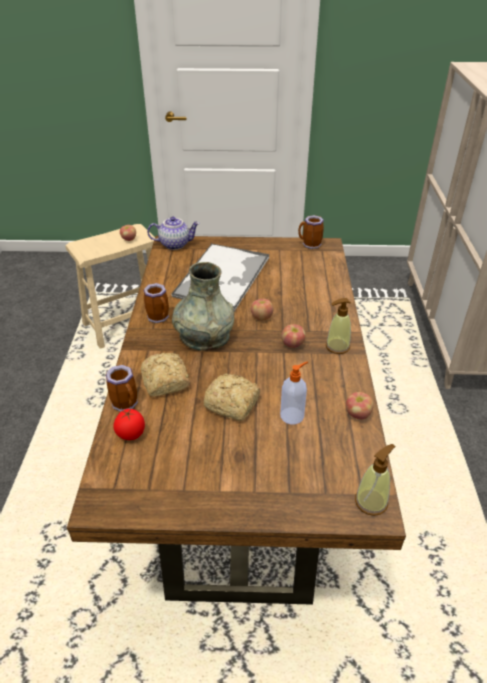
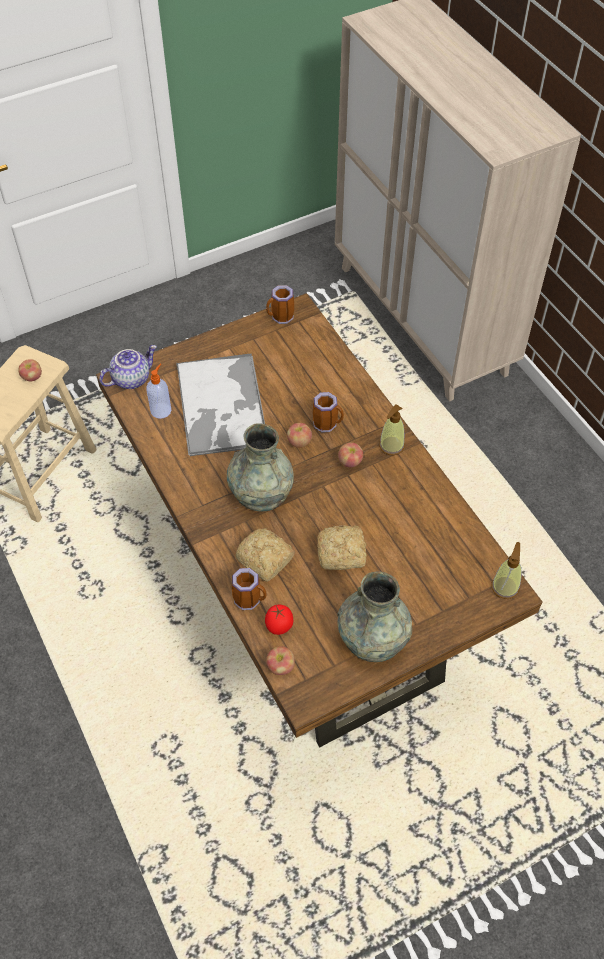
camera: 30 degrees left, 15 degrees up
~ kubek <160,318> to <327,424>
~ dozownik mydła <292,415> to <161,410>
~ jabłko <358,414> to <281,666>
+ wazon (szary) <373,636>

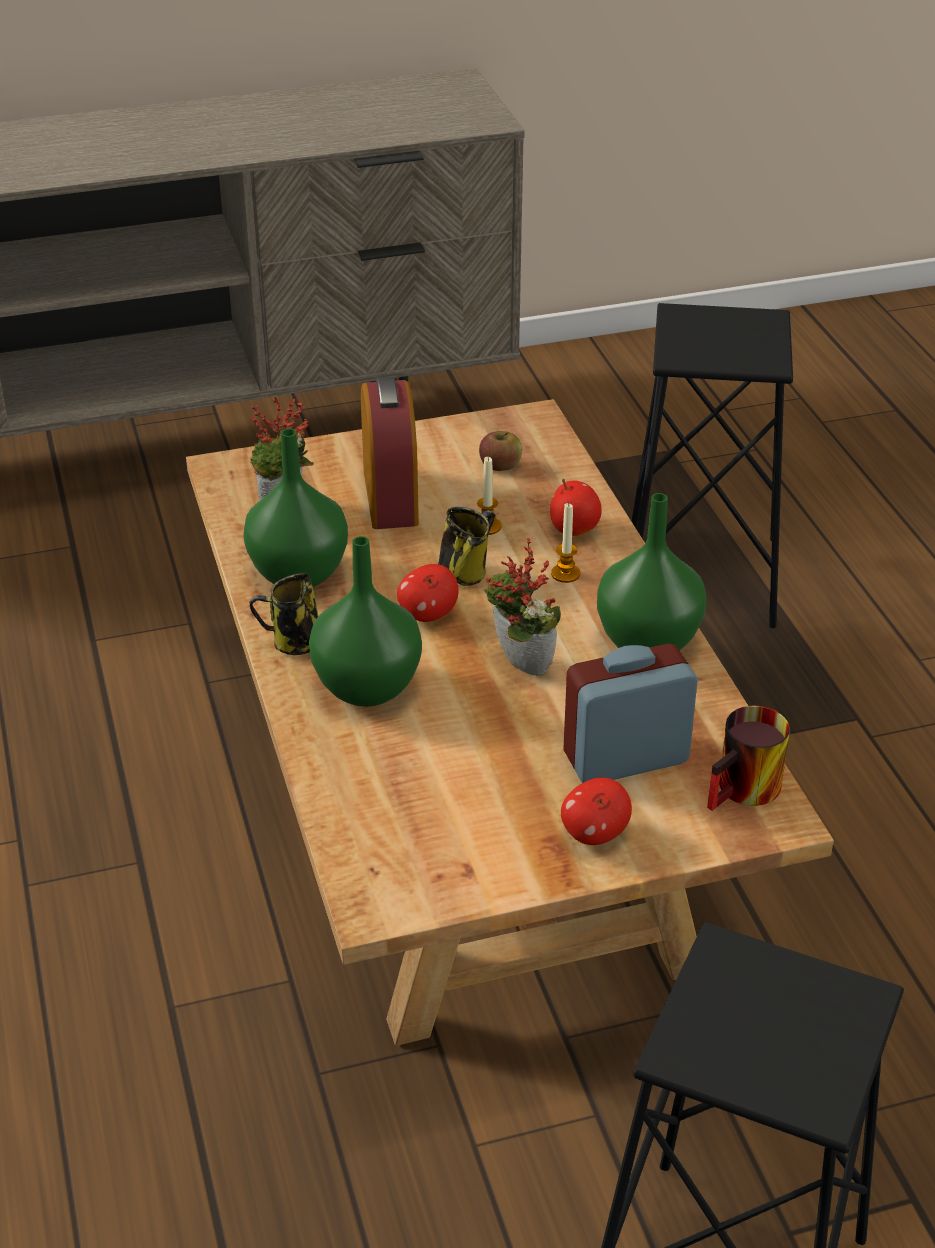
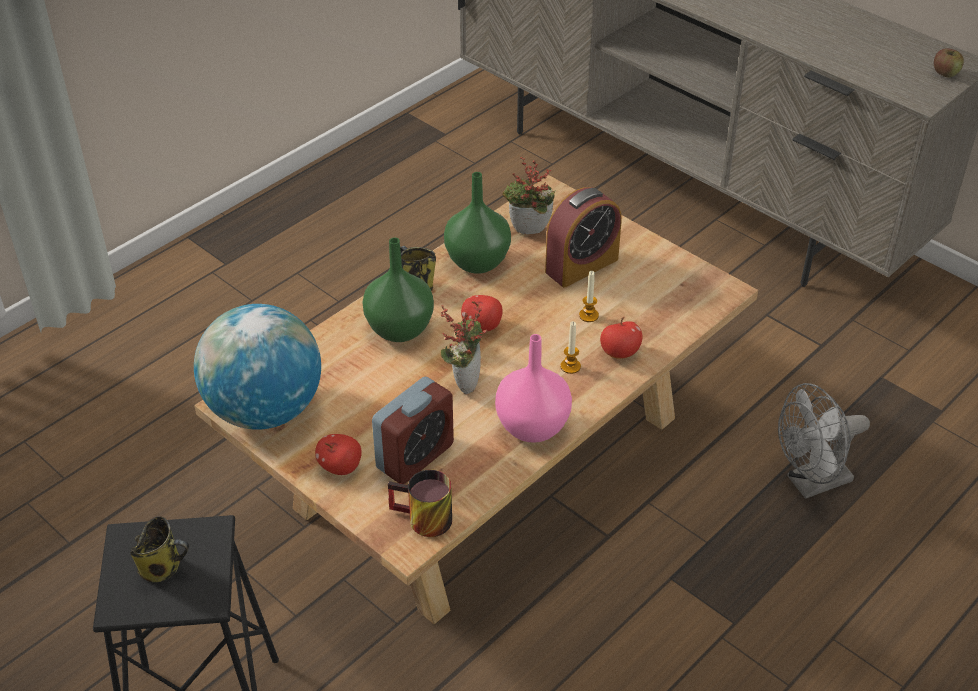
camera: 60 degrees right, 5 degrees up
~ stołek (czarny) <702,577> to wentylator (szary) <811,483>
~ jabłko <500,465> to <945,73>
~ wazon (zielony) <650,642> to wazon (różowy) <533,428>
~ kubek <466,571> to <163,567>
~ budzik <625,758> = <415,457> 90 degrees clockwise
+ globus <264,410>

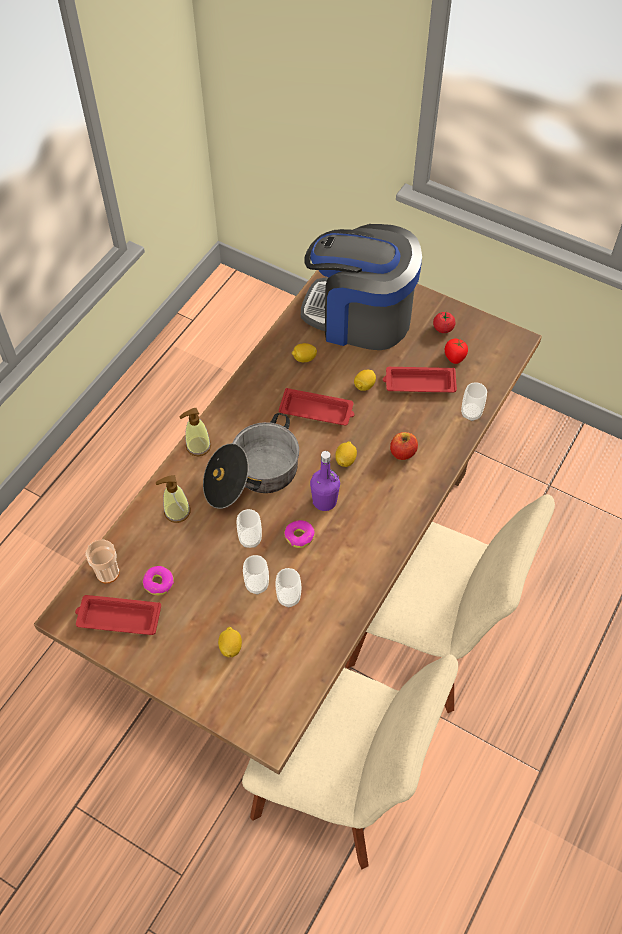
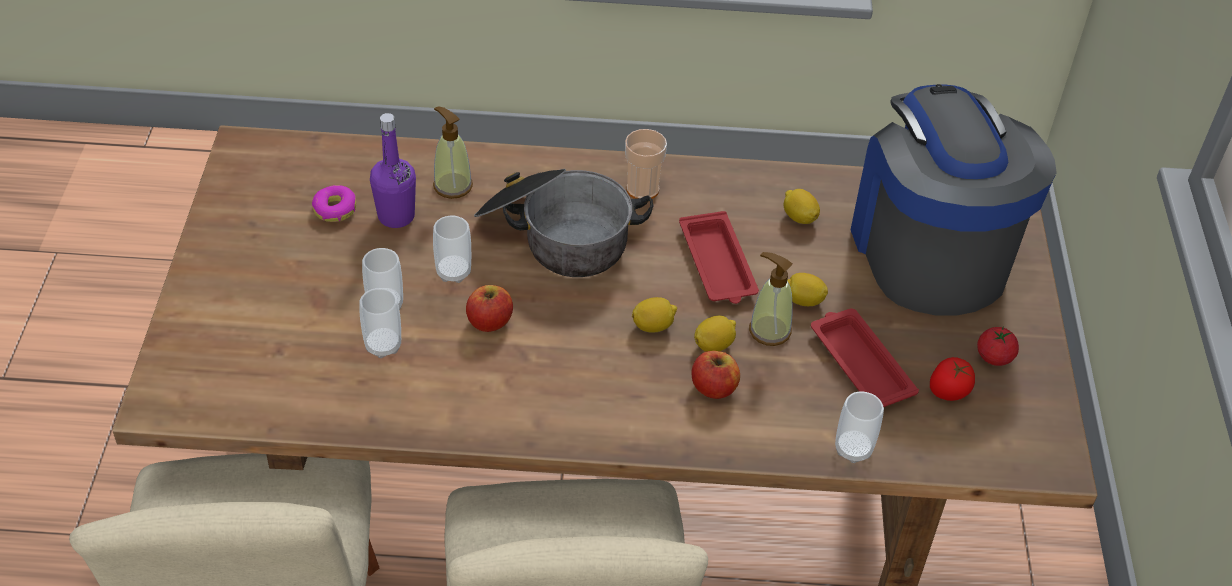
camera: 60 degrees right, 10 degrees down
~ dozownik mydła <198,446> to <769,330>
~ butelka (fioletowy) <324,501> to <396,216>
~ donut <299,536> to jabłko <489,321>
~ filiżanka <108,573> to <642,189>
- taca (czerwony) <118,617>
~ cytryna <230,647> to <714,345>

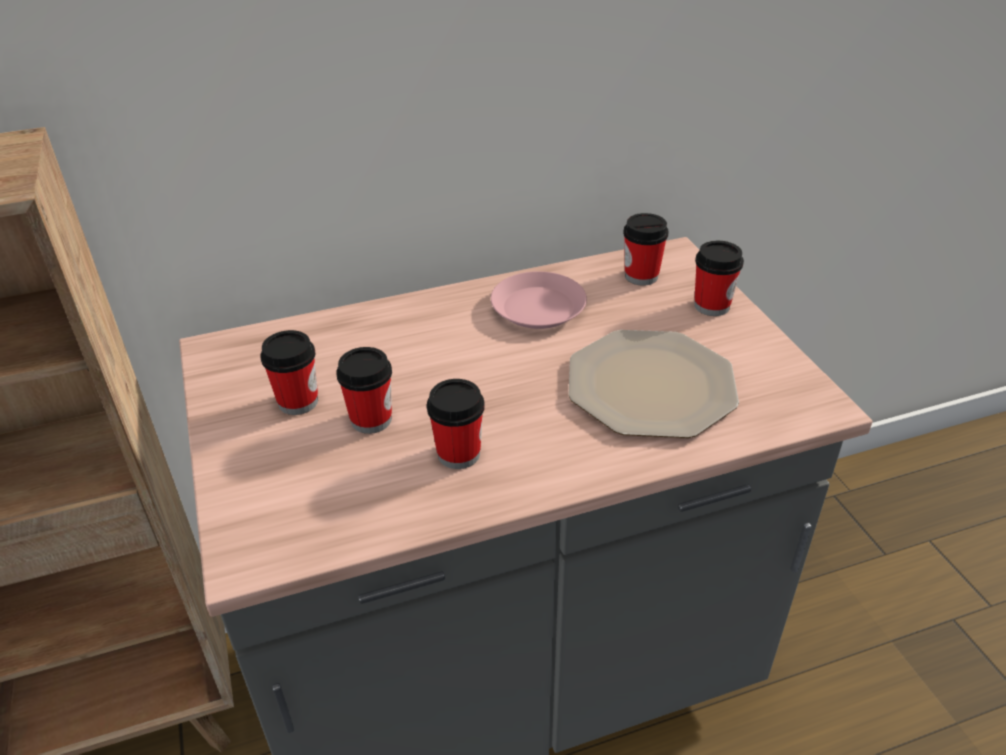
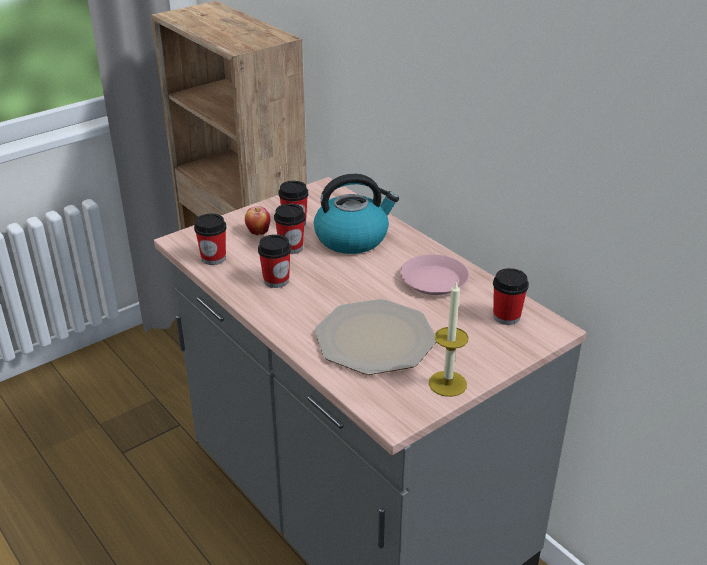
camera: 70 degrees right, 5 degrees down
~ filiżanka <711,306> to <213,258>
+ czajnik <352,238>
+ jabłko <258,232>
+ świeca <447,383>

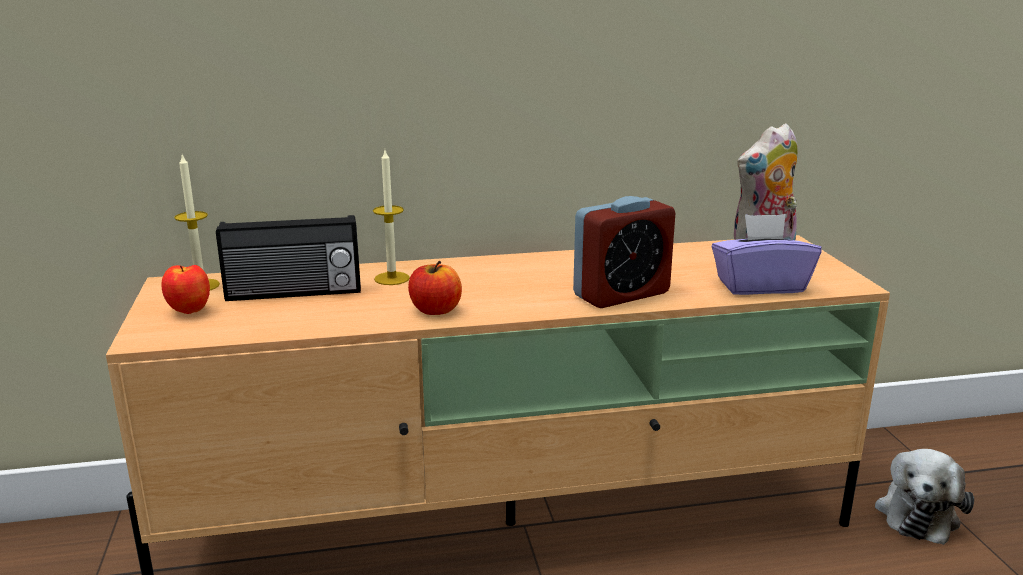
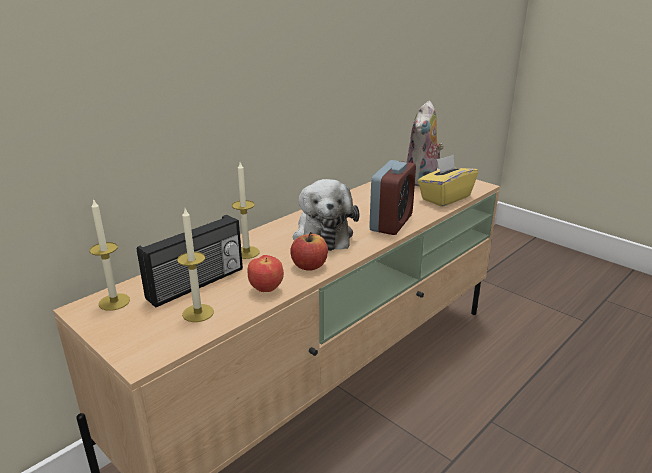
camera: 35 degrees left, 5 degrees up
~ pudełko chusteczek (fioletowy) <760,286> to pudełko chusteczek (żółty) <445,198>
~ jabłko <190,311> to <266,289>
~ pluszak <917,513> to <323,234>
+ świeca <198,313>

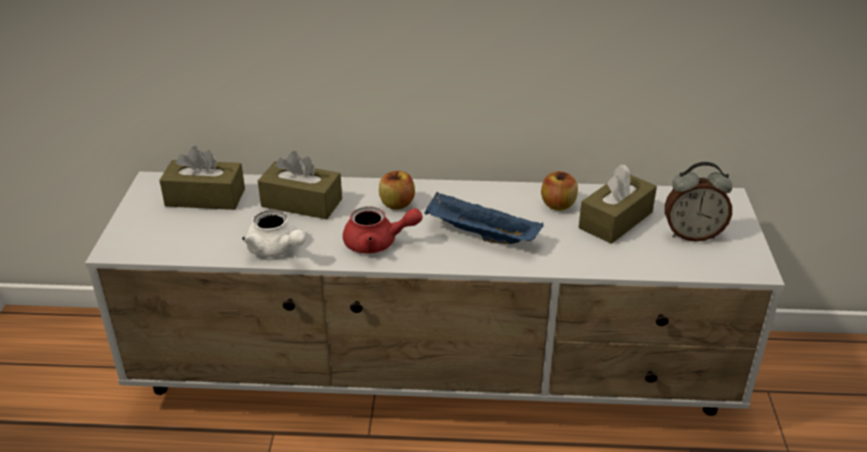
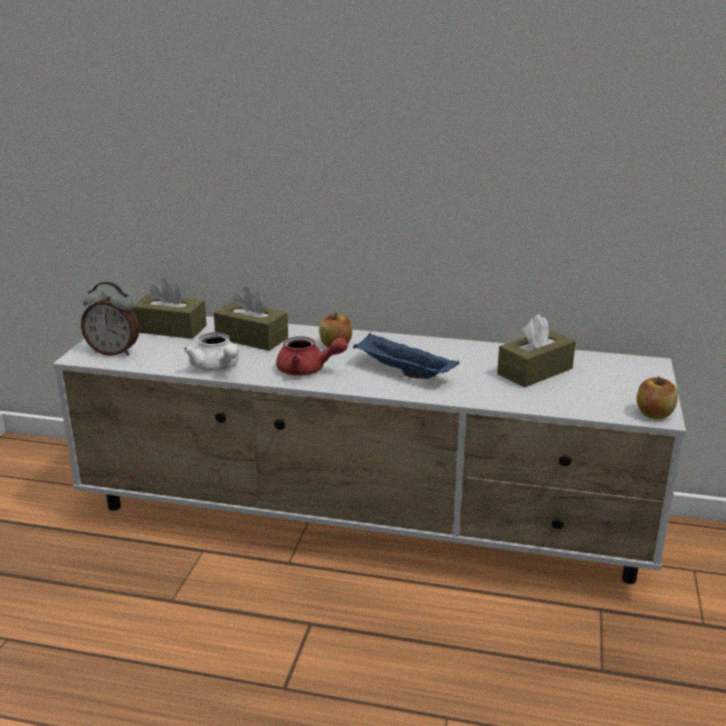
camera: 10 degrees right, 10 degrees down
~ budzik <692,234> to <114,352>
~ jabłko <558,205> to <654,414>

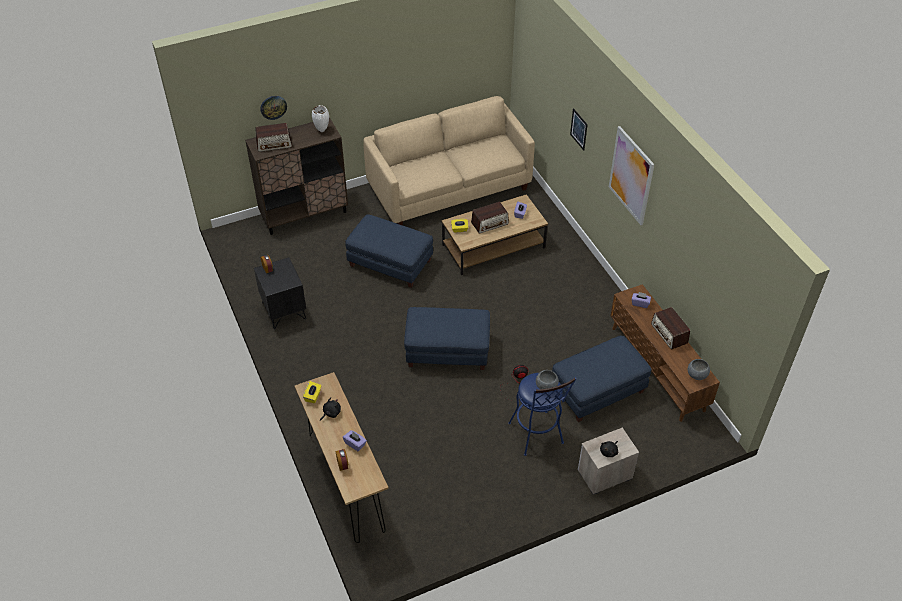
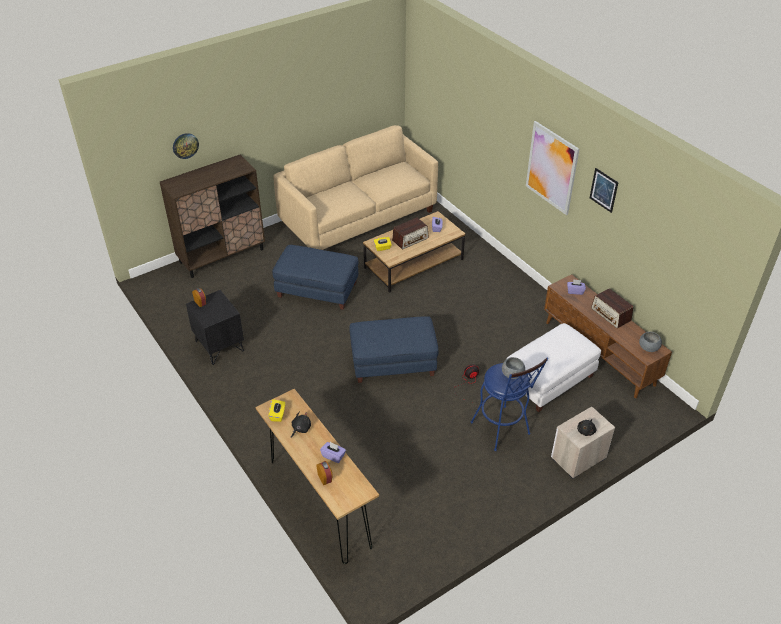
camera: 10 degrees left, 5 degrees down
- wazon (biały) <322,131>
~ obraz <579,129> to <603,190>
- radio <274,144>
~ pufa (niebieski) <597,390> to pufa (biały) <548,380>

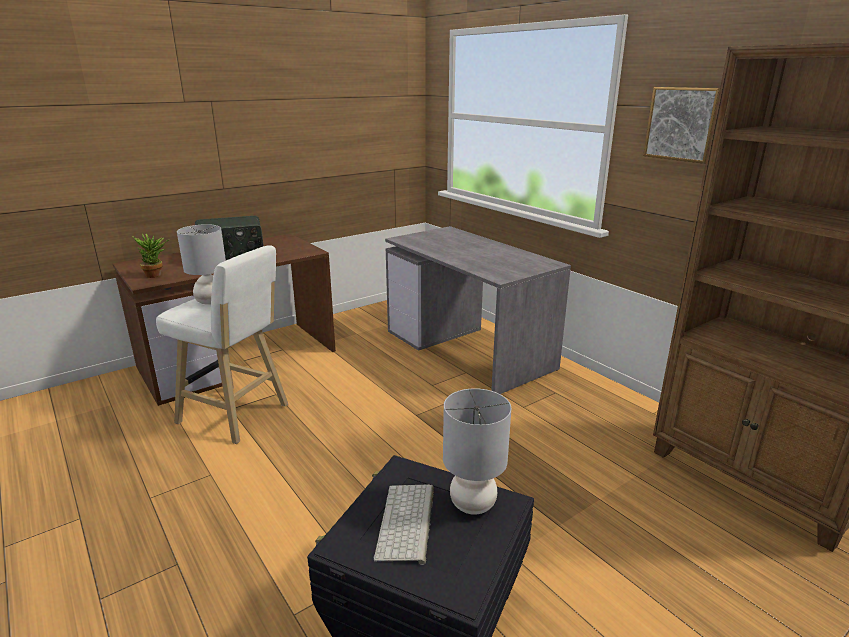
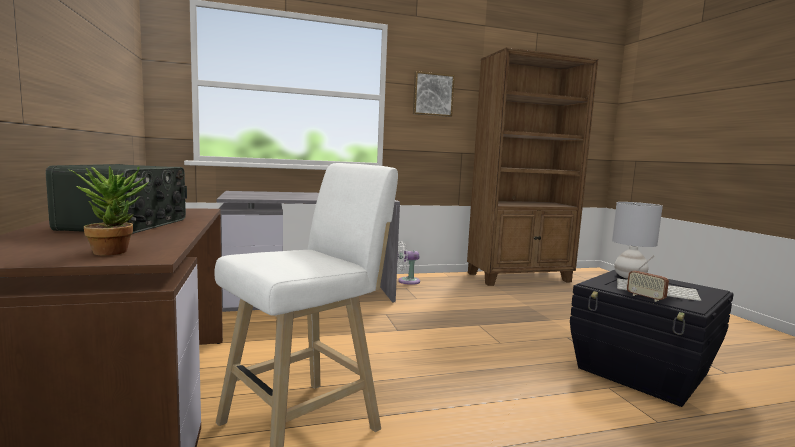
camera: 70 degrees left, 15 degrees down
- lampa stołowa (szary) <210,301>
+ wentylator (biały) <406,281>
+ radio <645,298>

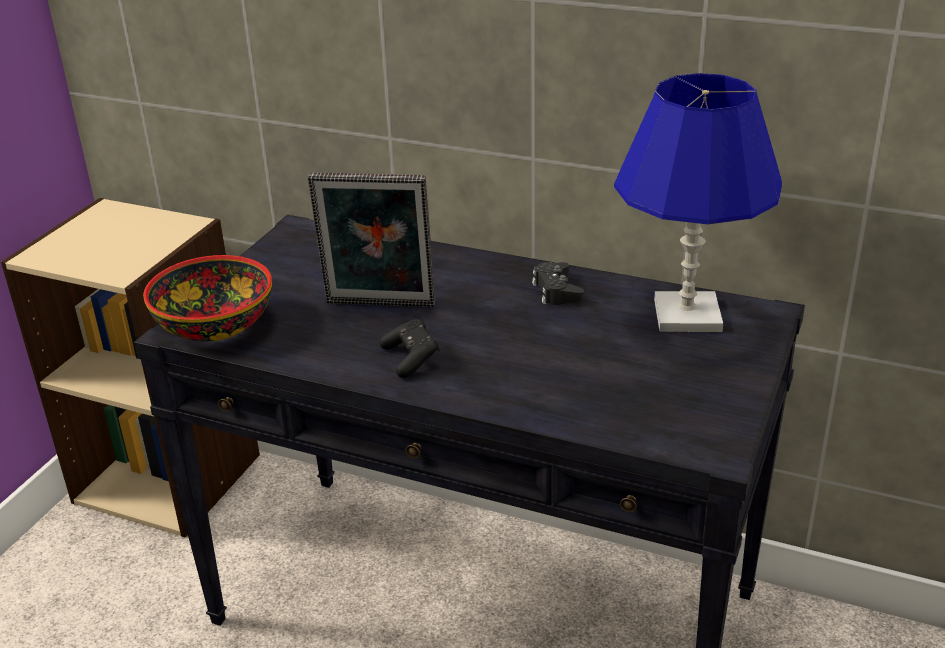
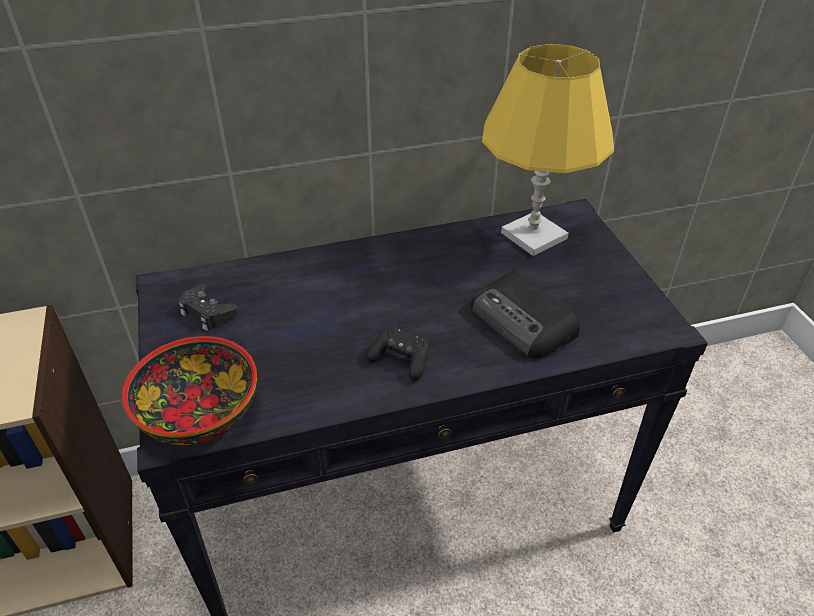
camera: 40 degrees left, 10 degrees up
~ lampa stołowa (niebieski) <686,314> to lampa stołowa (żółty) <533,235>
- ramka na zdjęcie <379,306>
~ pad do gier (czarny) <556,290> to <207,312>
+ radio <523,322>

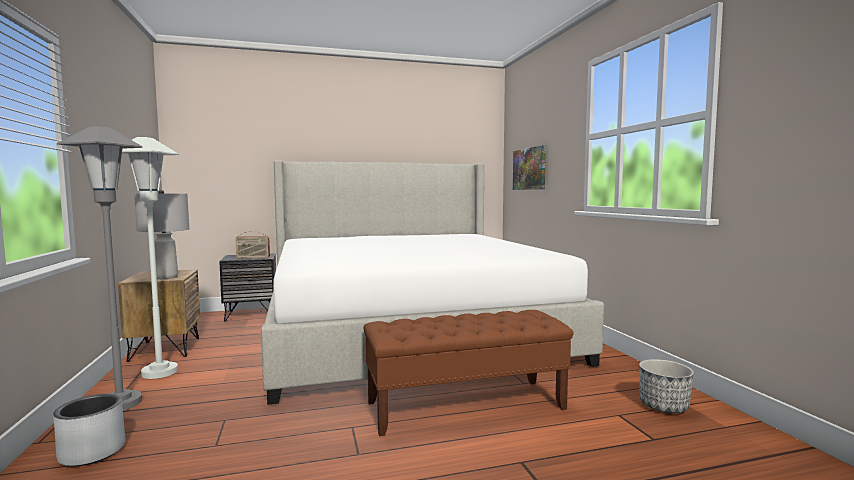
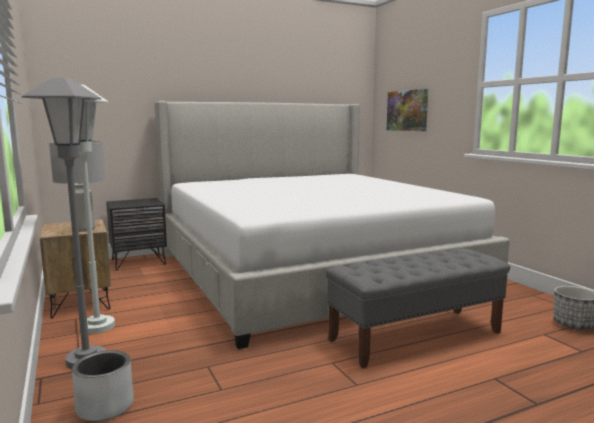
camera: 10 degrees left, 5 degrees up
- radio <253,258>
~ ławka (brązowy) <466,405> to ławka (szary) <416,336>

